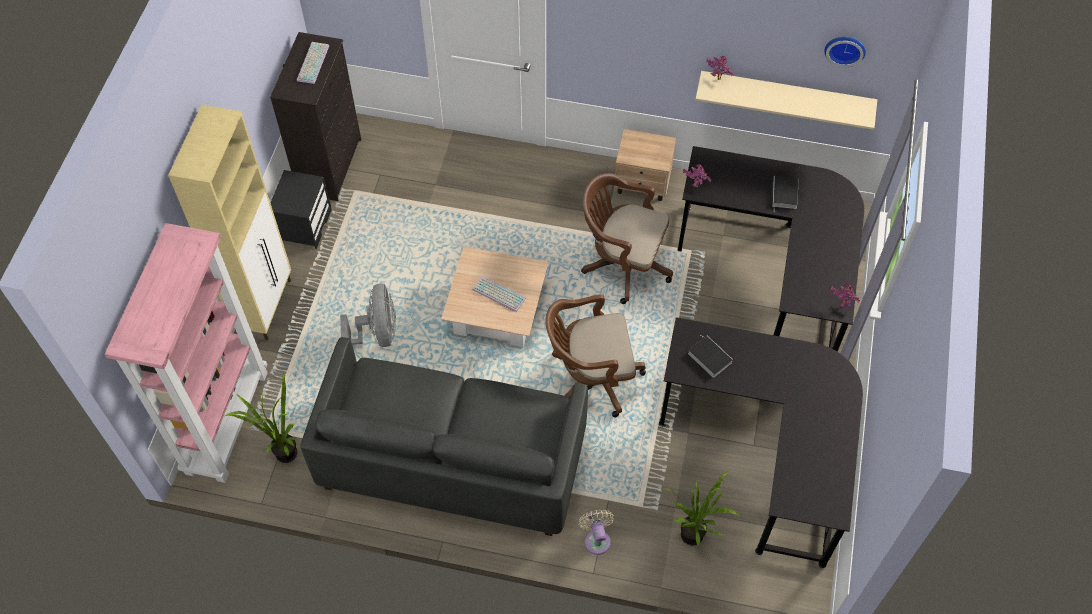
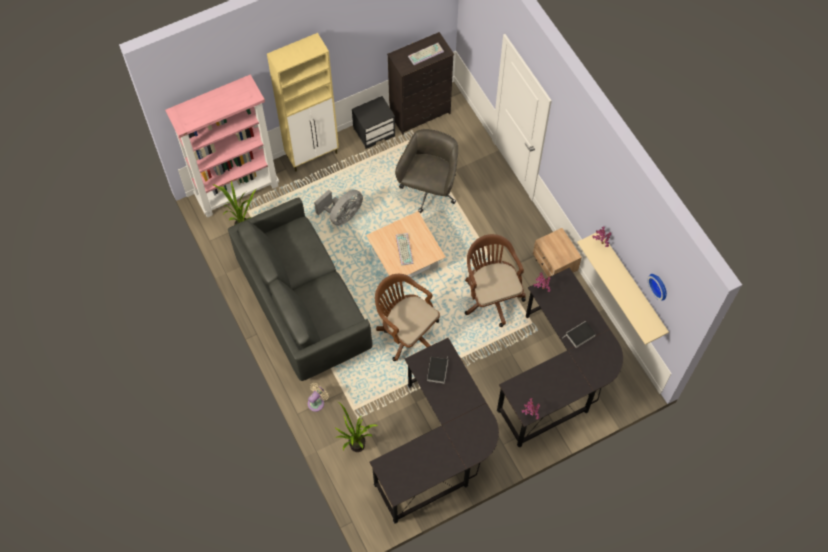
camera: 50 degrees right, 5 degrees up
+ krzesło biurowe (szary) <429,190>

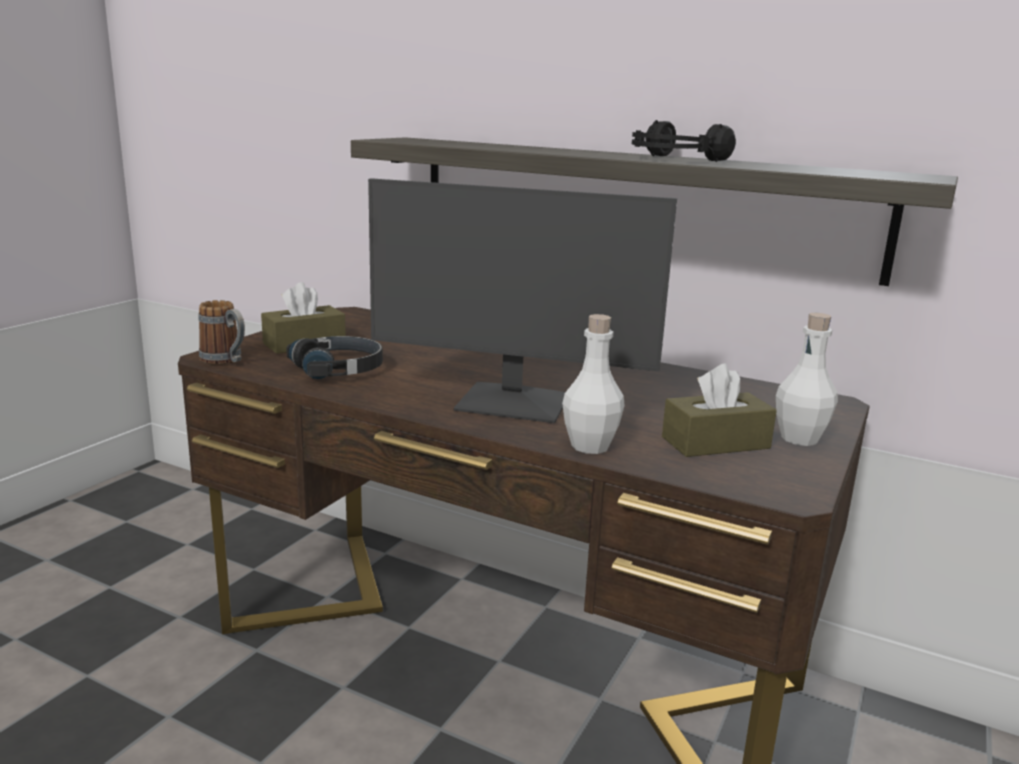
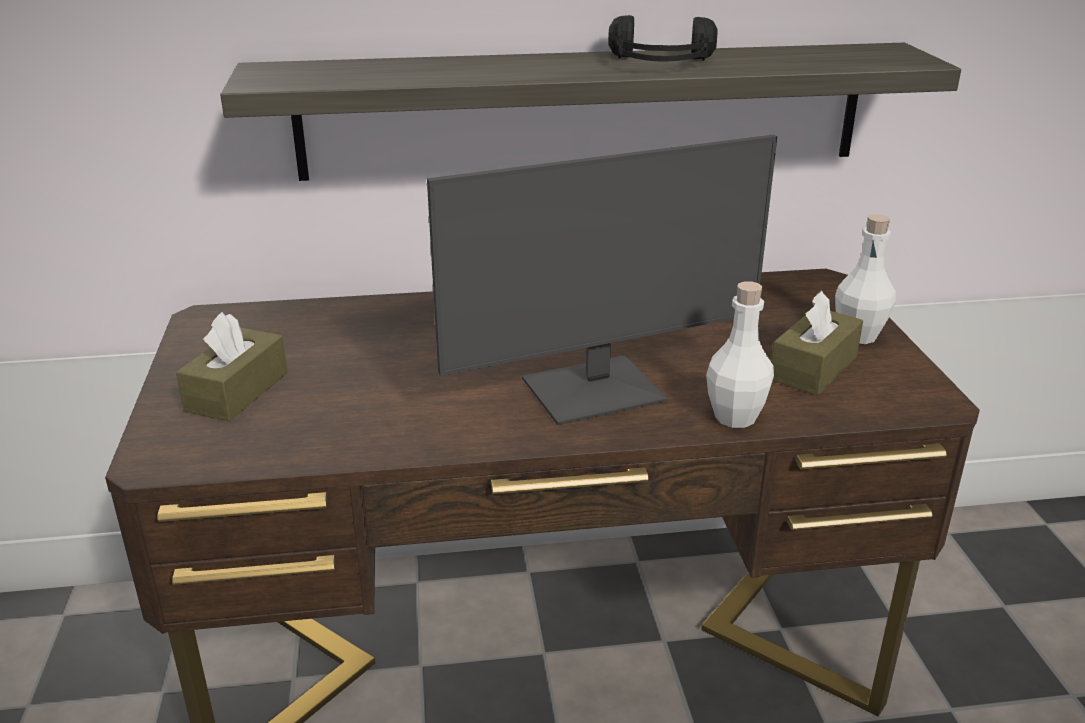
camera: 35 degrees left, 10 degrees up
- kubek <226,361>
- słuchawki (czarny) <339,369>

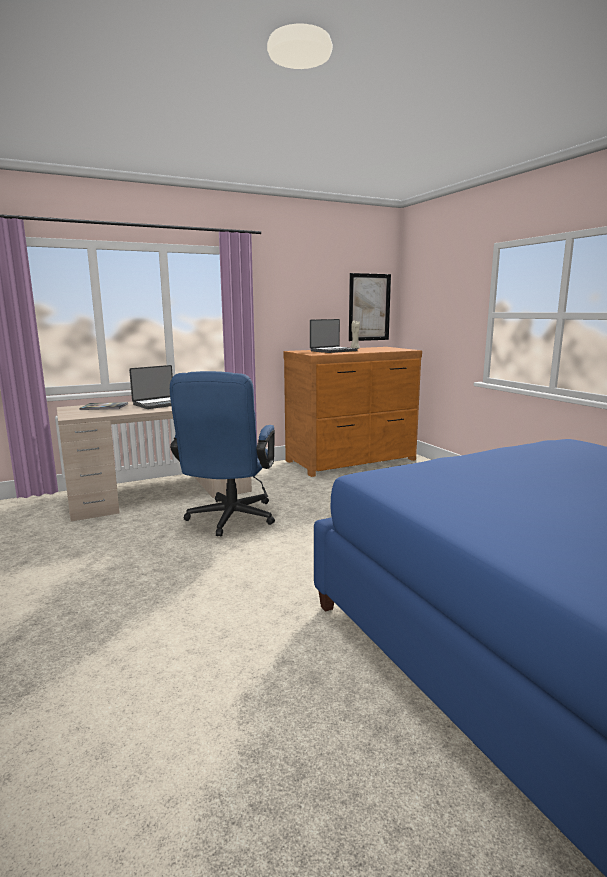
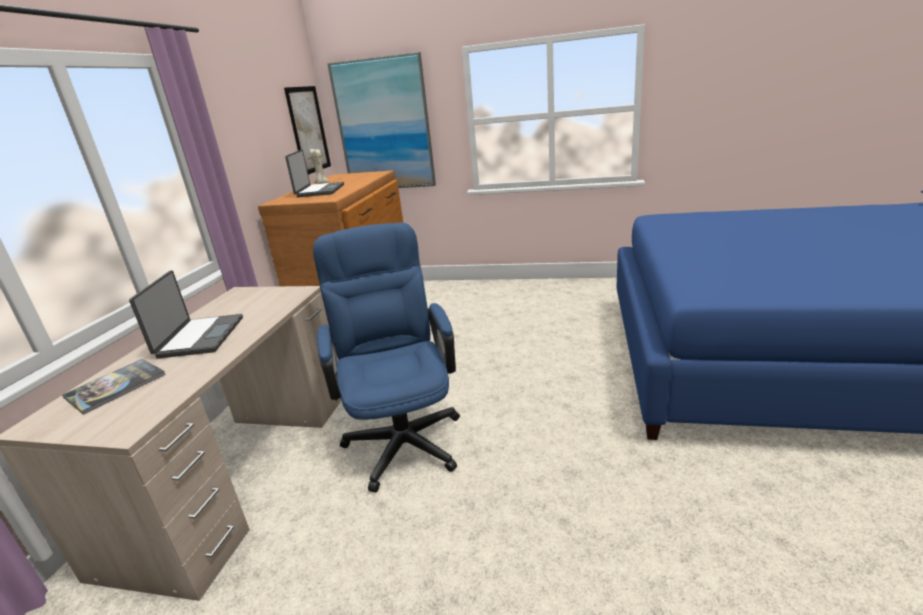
camera: 50 degrees left, 10 degrees up
~ krzesło biurowe (niebieski) <229,520> = <402,435> 150 degrees counterclockwise
+ obraz <384,126>

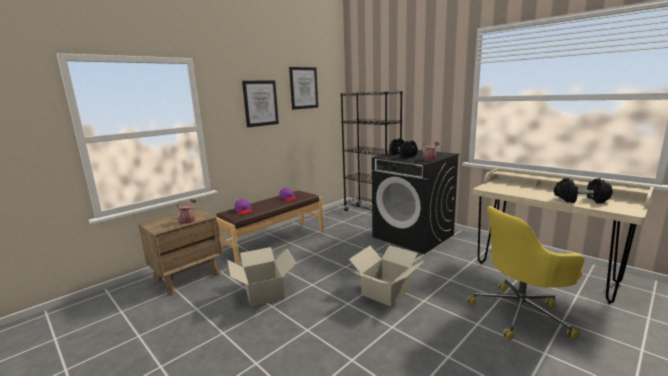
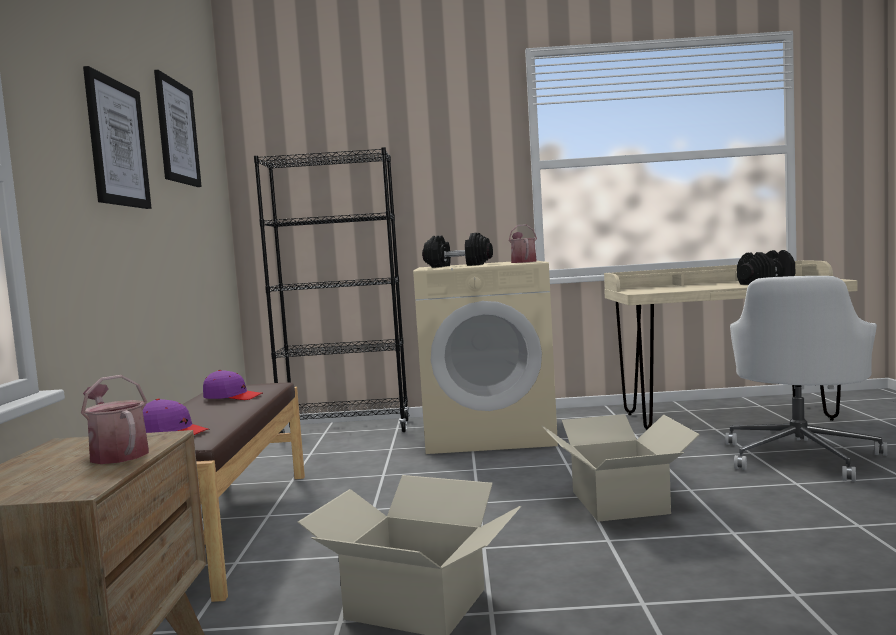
camera: 45 degrees left, 10 degrees down
~ pralka (czarny) <413,236> to pralka (beżowy) <489,433>
~ krzesło biurowe (żółty) <521,313> to krzesło biurowe (biały) <800,456>

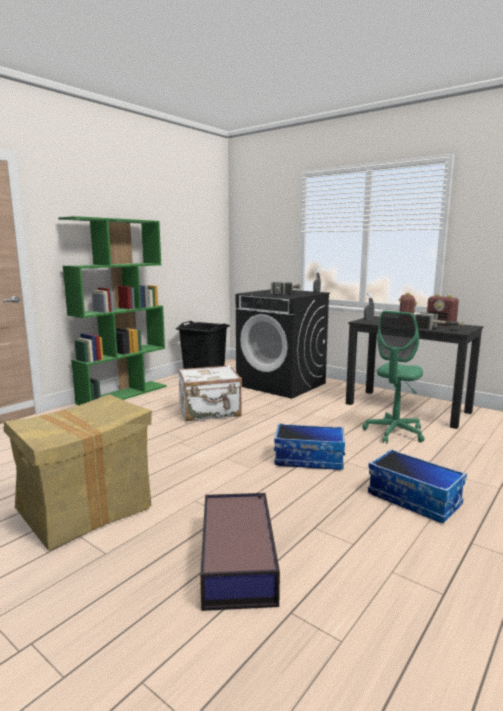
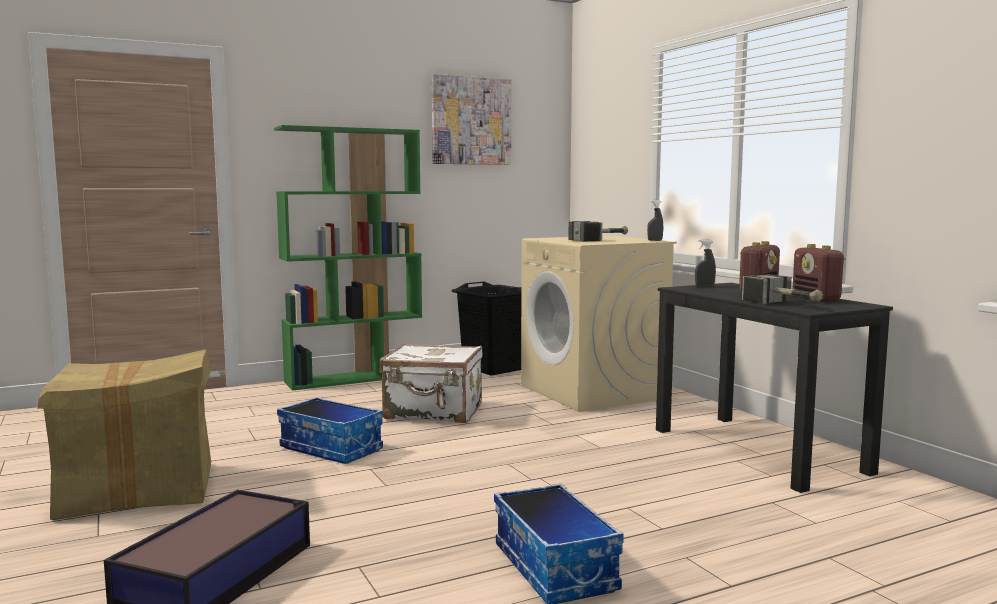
camera: 25 degrees right, 5 degrees down
~ pralka (czarny) <282,384> to pralka (beżowy) <593,392>
- krzesło biurowe (zielony) <394,433>
~ pojemnik do przechowywania <309,459> to <332,448>
+ obraz <471,121>

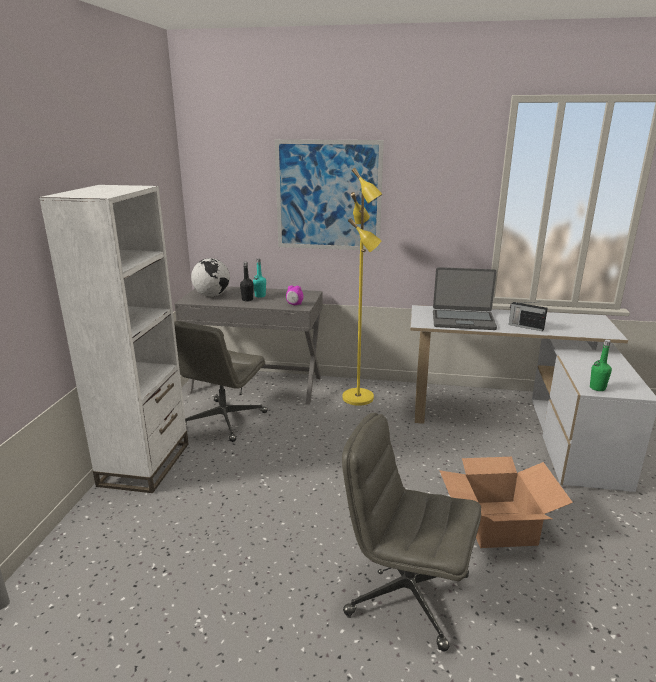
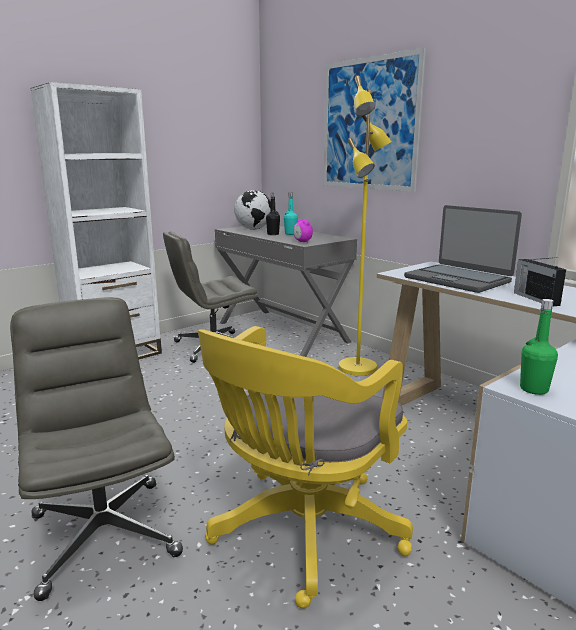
camera: 40 degrees right, 5 degrees down
~ karton <497,524> to krzesło biurowe (żółty) <301,533>

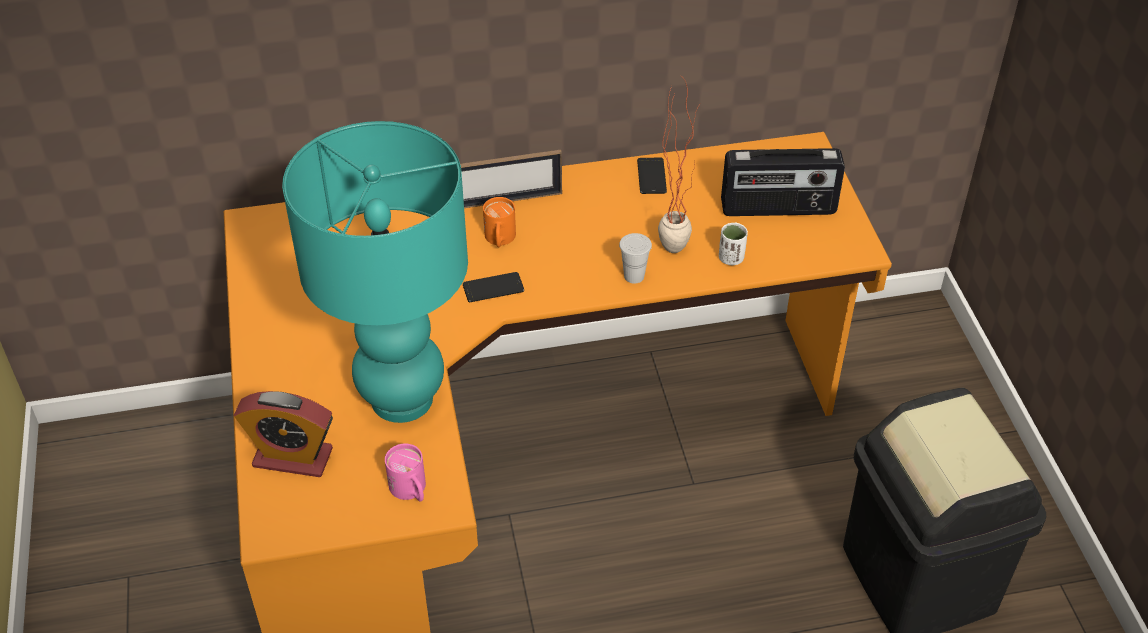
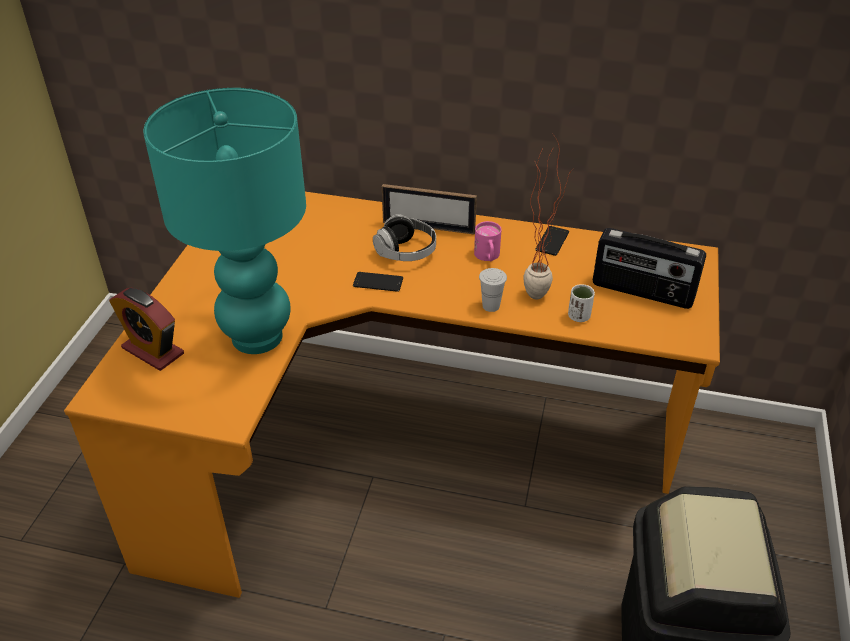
camera: 25 degrees right, 5 degrees down
~ kubek (pomarańczowy) <499,240> to słuchawki <406,252>
~ kubek (różowy) <411,491> to <487,257>

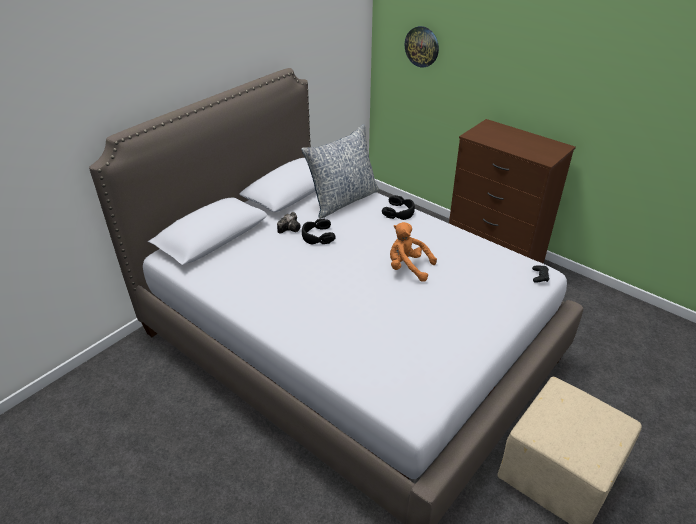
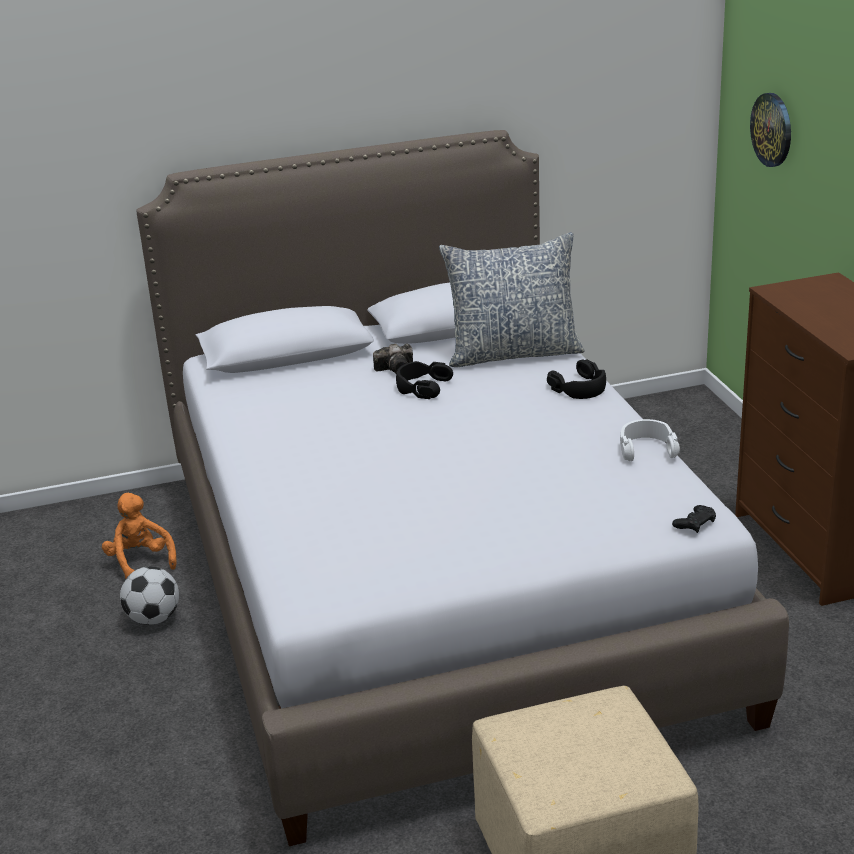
camera: 35 degrees right, 10 degrees down
~ pluszak (pomarańczowy) <408,268> to <140,562>
+ słuchawki (biały) <647,449>
+ piłka futbolowa <153,619>

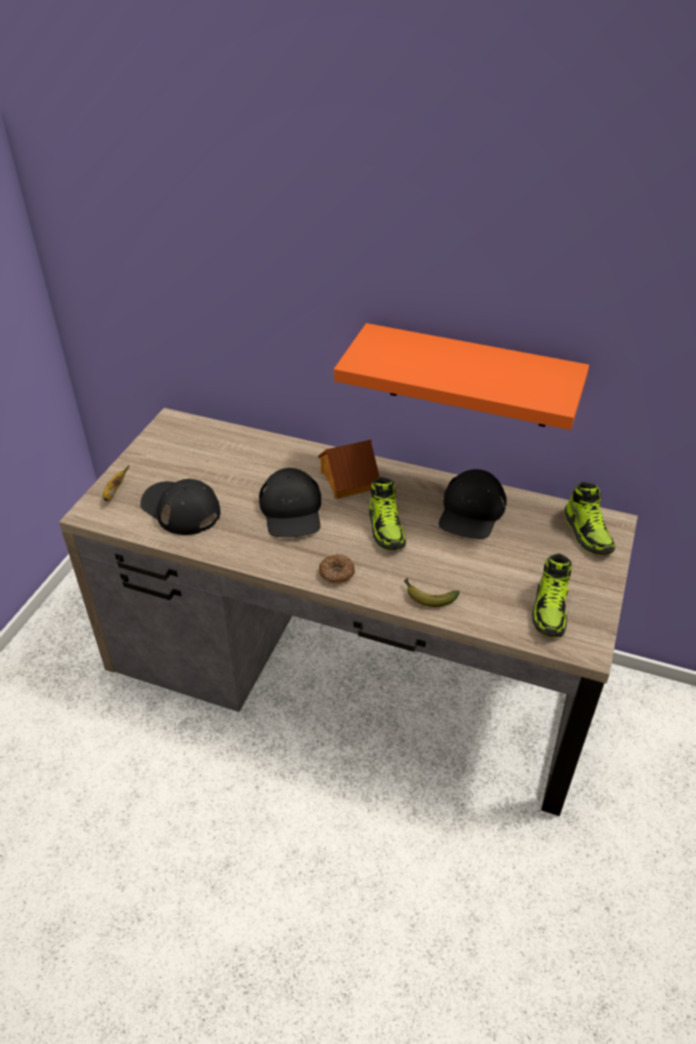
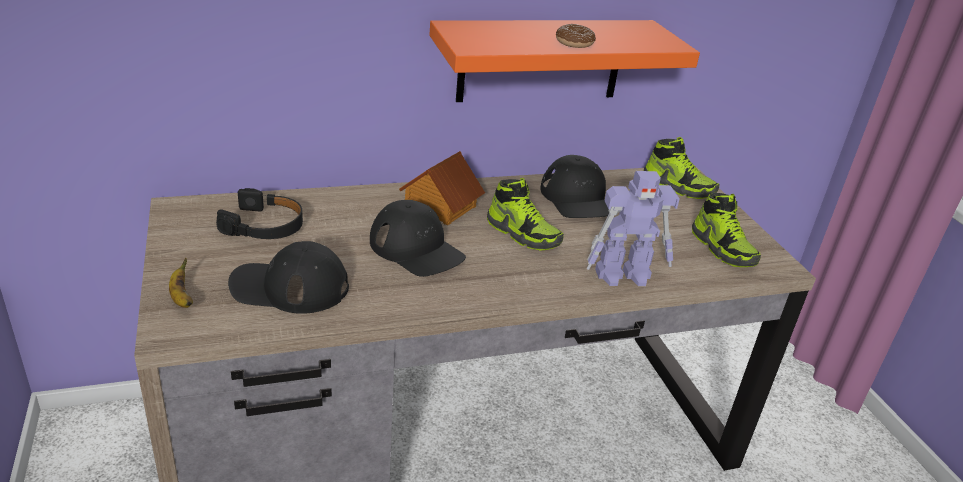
camera: 40 degrees left, 10 degrees down
~ donut <336,573> to <574,43>
~ banan <427,596> to robot zabawkowy <624,275>
+ słuchawki (czarny) <264,226>

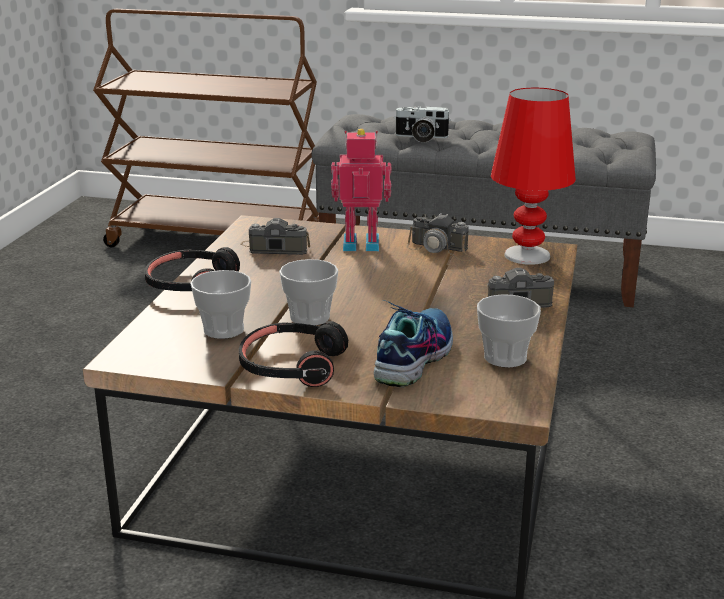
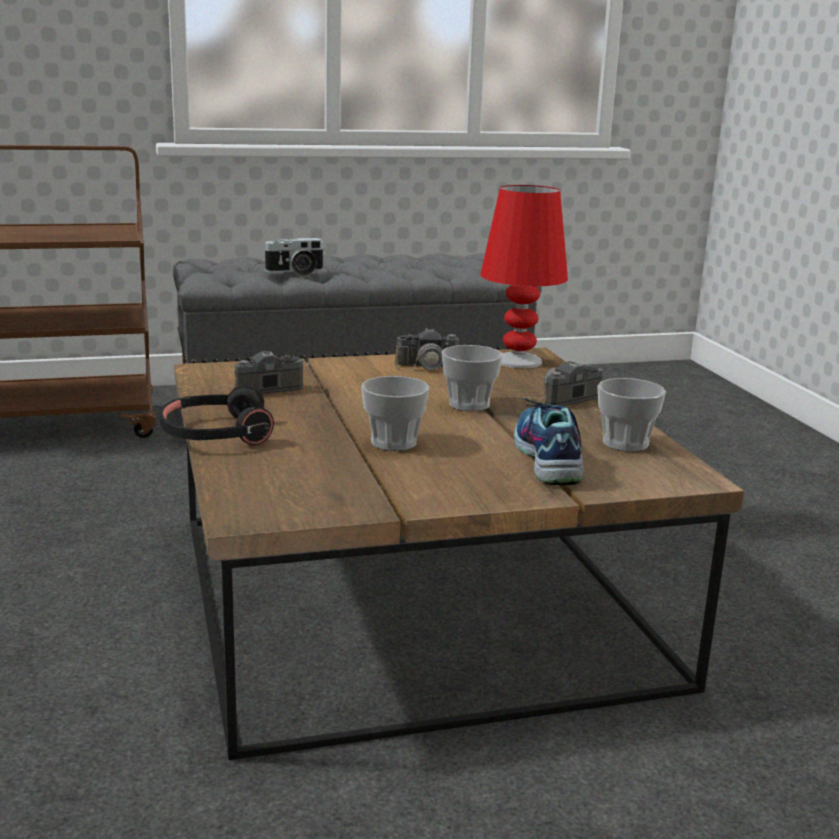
camera: 30 degrees left, 5 degrees down
- robot zabawkowy <361,243>
~ filiżanka <223,329> to <469,404>
- słuchawki (czarny) <291,365>

